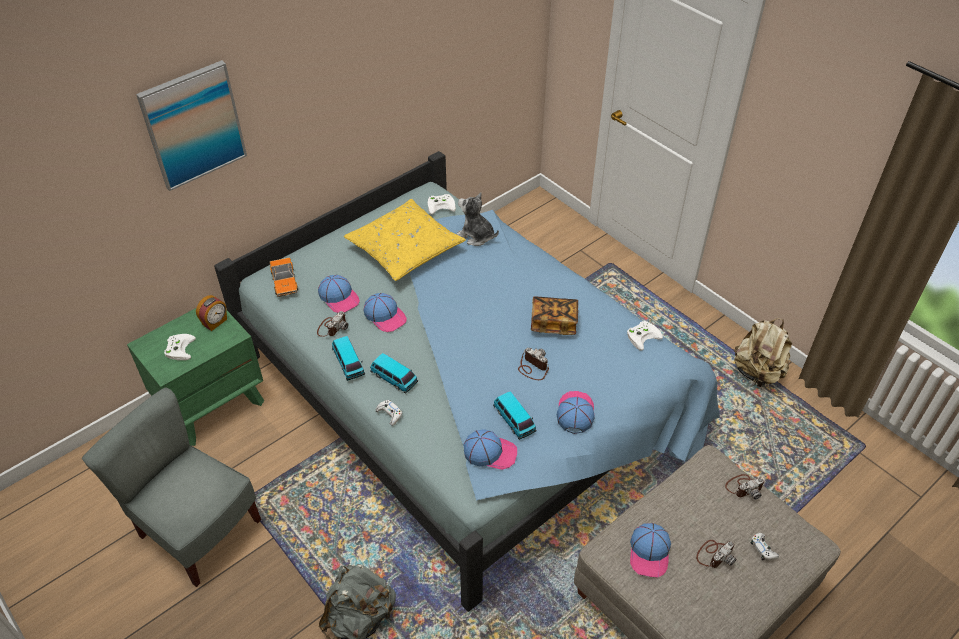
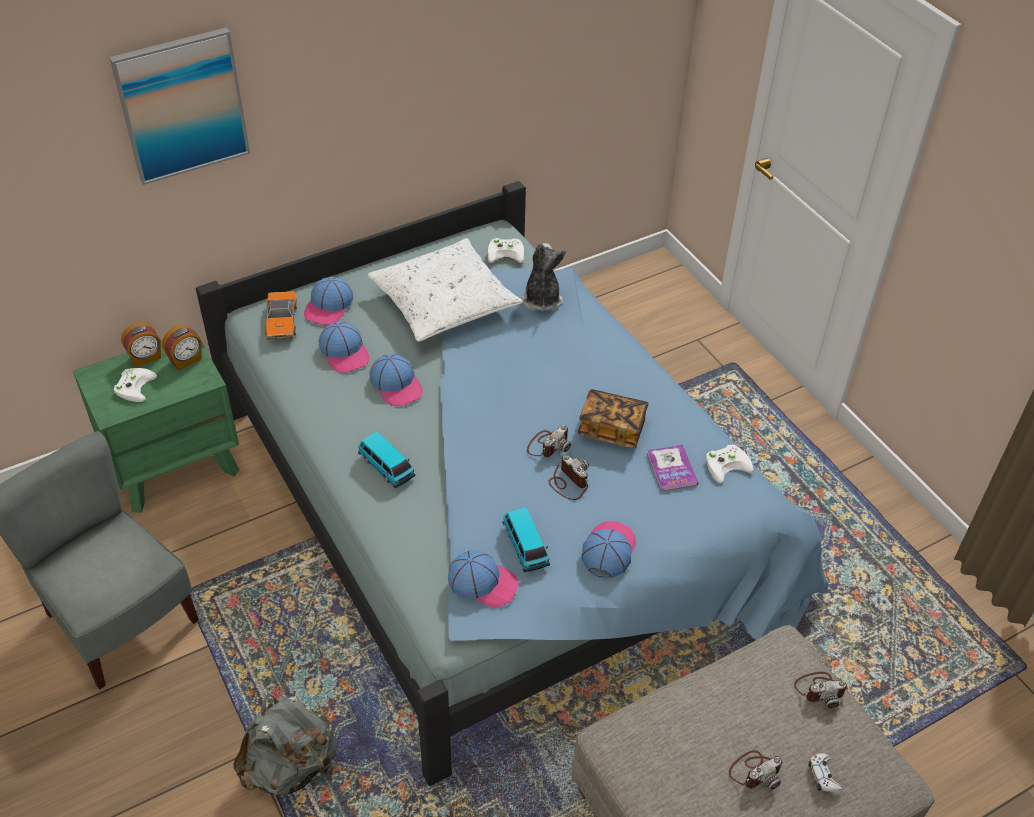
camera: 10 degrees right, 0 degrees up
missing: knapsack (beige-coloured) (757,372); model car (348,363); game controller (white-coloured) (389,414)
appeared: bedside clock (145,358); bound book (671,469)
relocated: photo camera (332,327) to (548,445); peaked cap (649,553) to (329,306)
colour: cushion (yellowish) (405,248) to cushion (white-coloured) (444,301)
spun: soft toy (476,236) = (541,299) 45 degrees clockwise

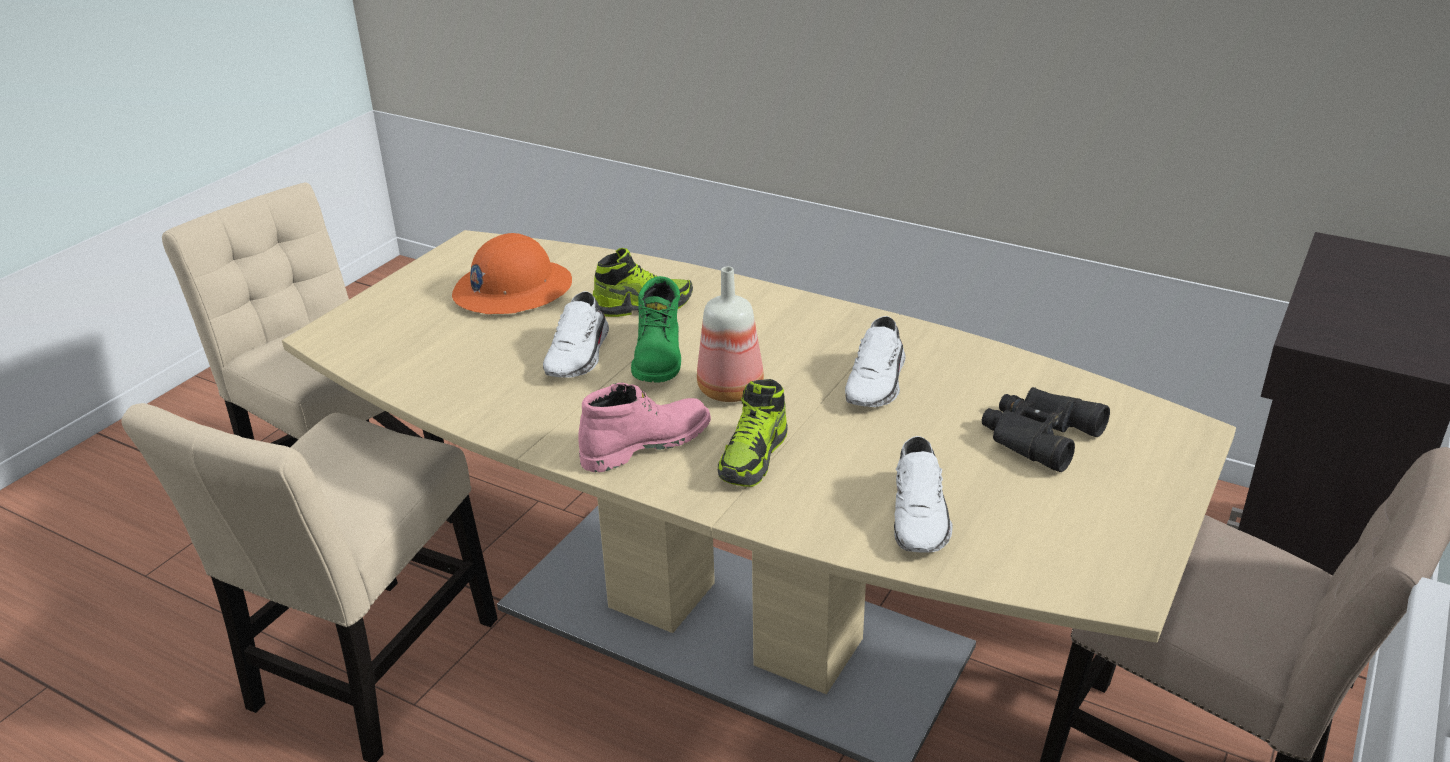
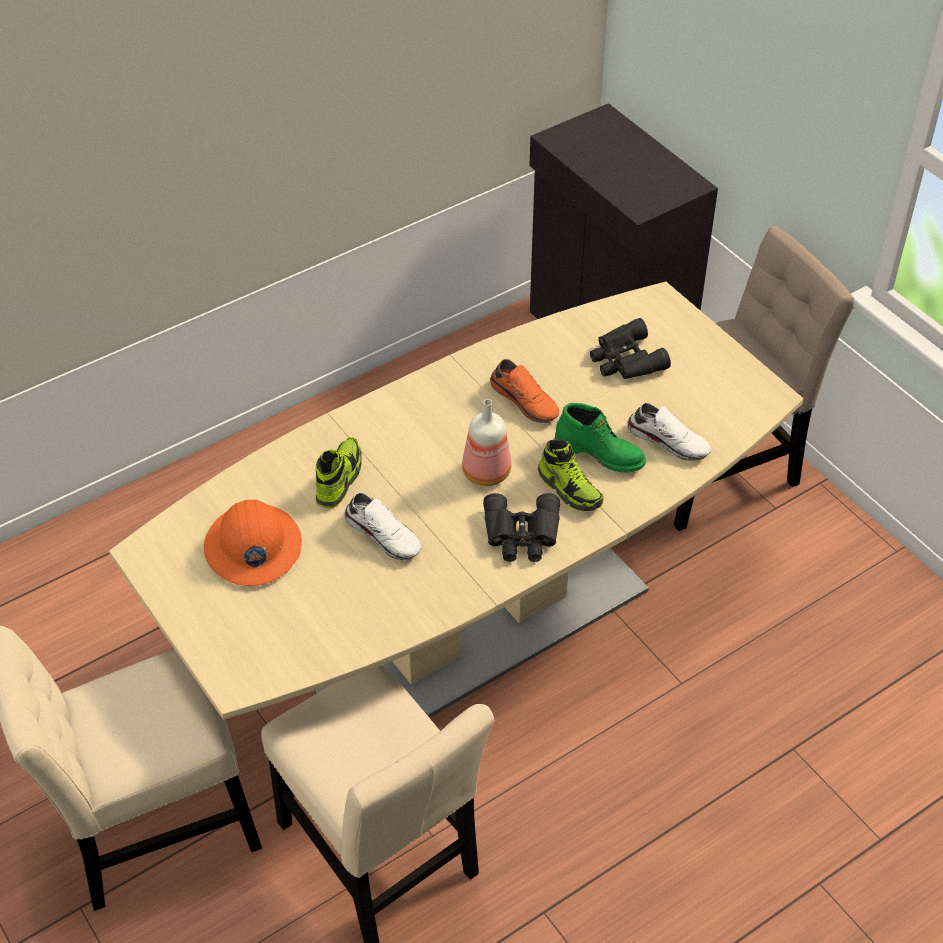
camera: 65 degrees left, 15 degrees up
relocated: tall boot (green-coloured) (660,357) to (600,453)
exchanged: tall boot (pink-coloured) (645,444) to pair of binoculars (blackish) (522,535)
colour: shoe (white-coloured) (878,382) to shoe (orangey) (526,400)

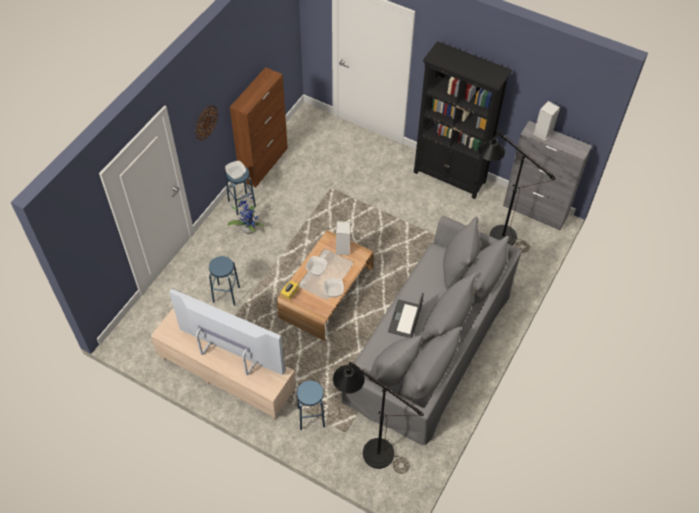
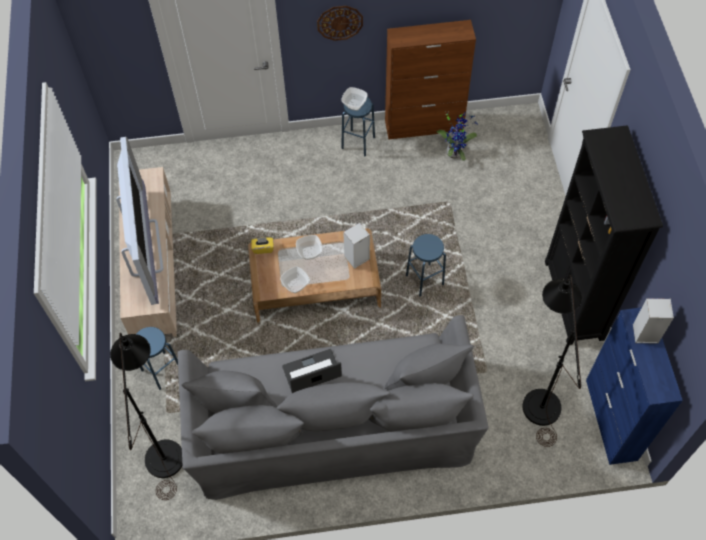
camera: 55 degrees right, 5 degrees up
relocated: potted plant (248,228) to (455,152); stool seat (blue) (226,294) to (424,280)
colour: cupboard (gray) (535,211) to cupboard (blue) (611,420)

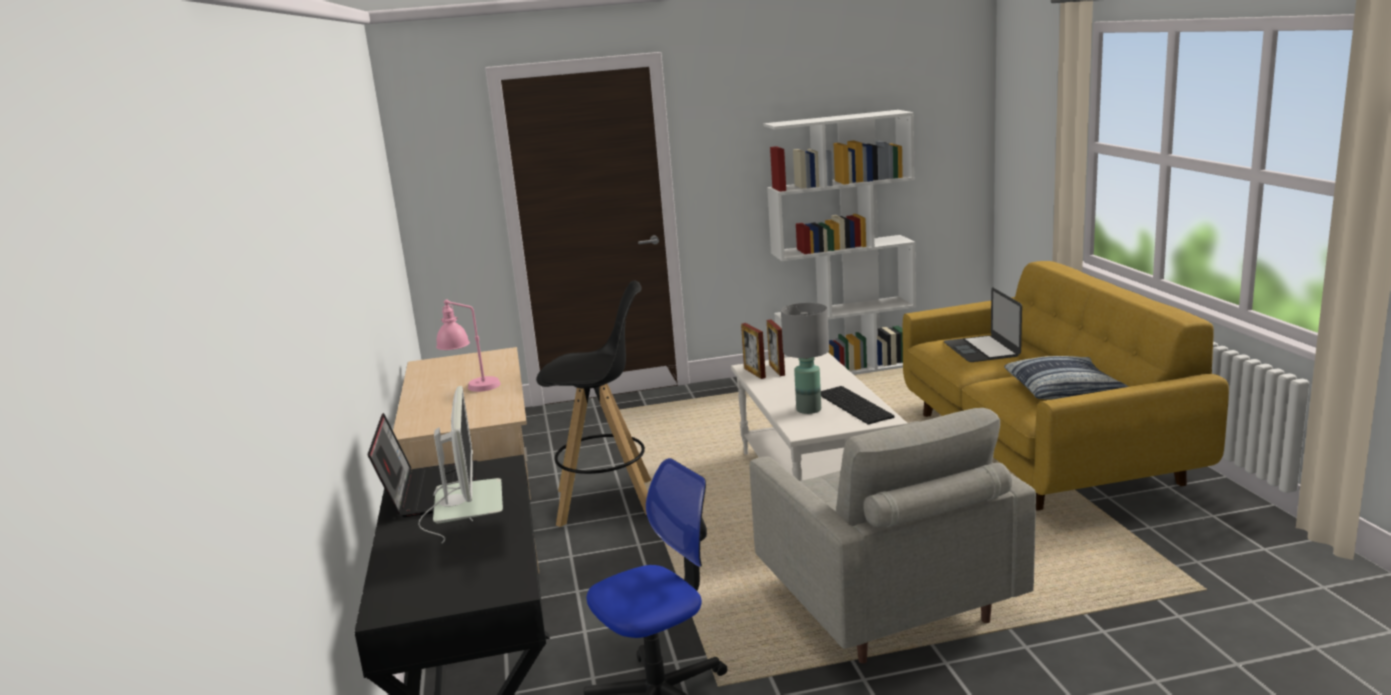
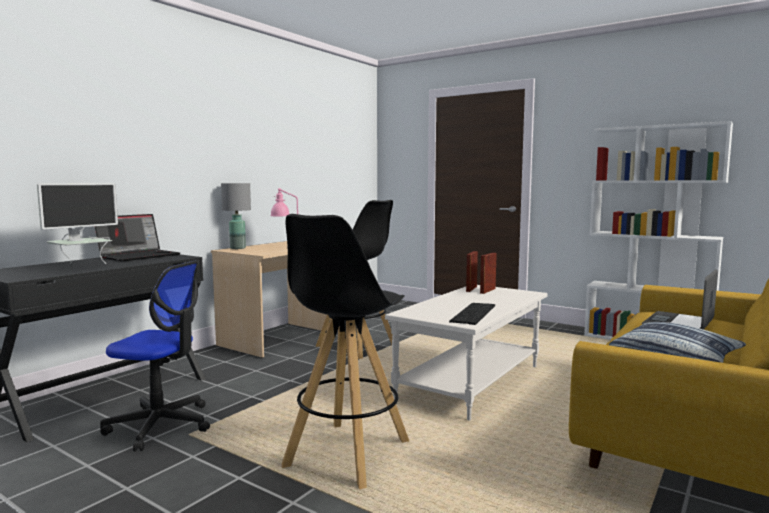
camera: 45 degrees right, 10 degrees down
relocated: lamp for a table (gray) (809,409) to (238,248)
exchanged: lounge chair (gray) (886,606) to stool seat (blackish) (346,454)

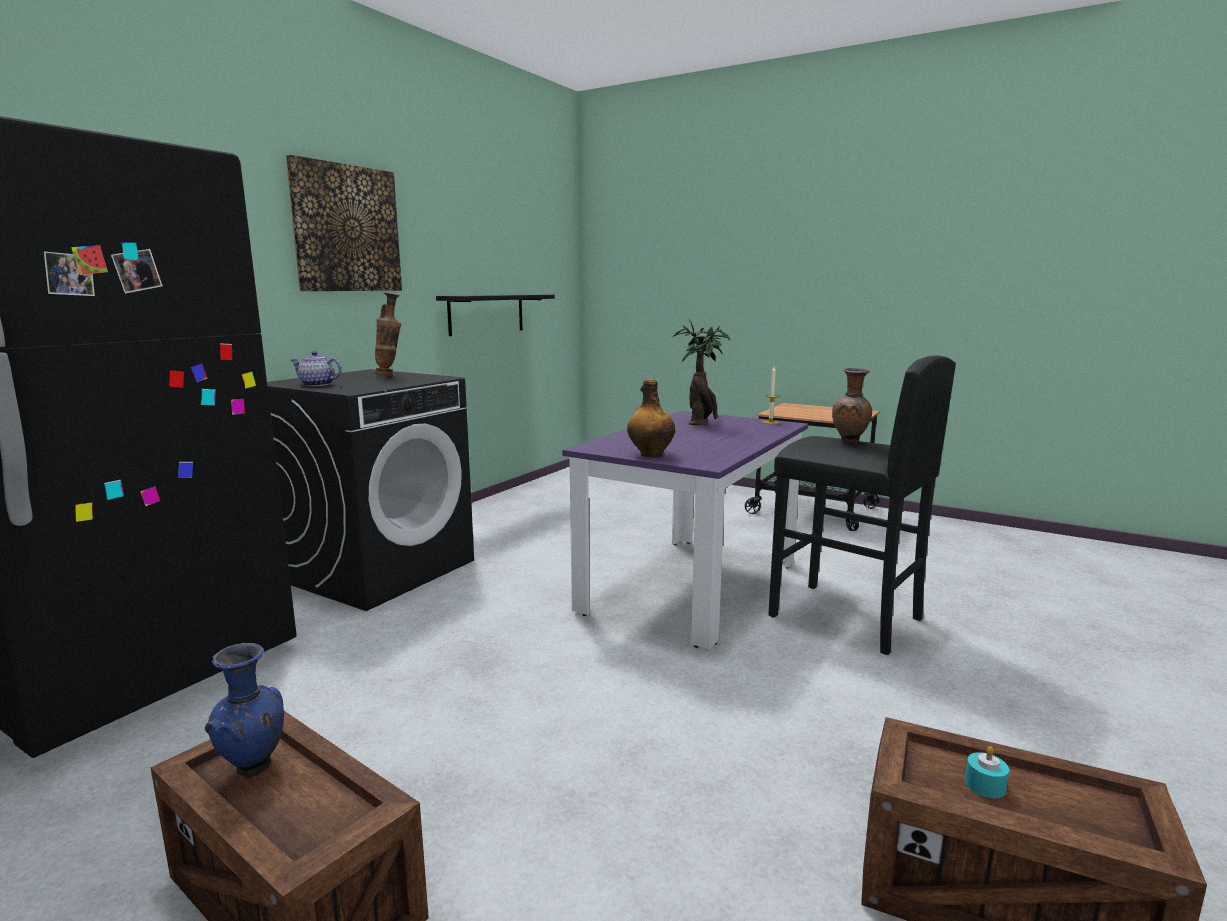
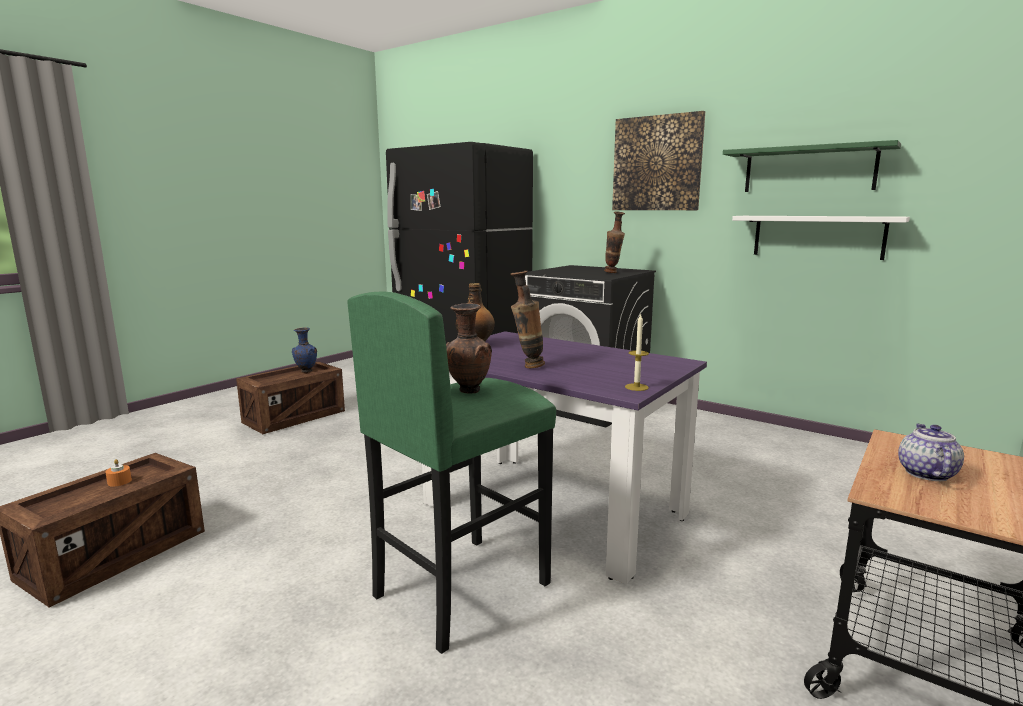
camera: 95 degrees right, 0 degrees up
missing: potted plant (701,423)
appeared: bracket shelf (green-coloured) (809,169); flower vase (527,366)
relocated: teapot (316,385) to (925,473)
colour: bracket shelf (blackish) (486,314) to bracket shelf (white-coloured) (817,236); stool seat (blackish) (845,618) to stool seat (green-coloured) (460,589); wax candle (turquoise-coloured) (985,785) to wax candle (orangey) (119,481)

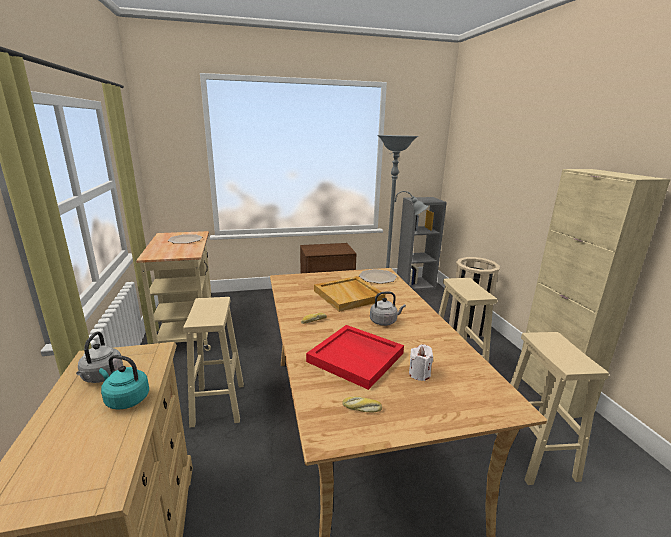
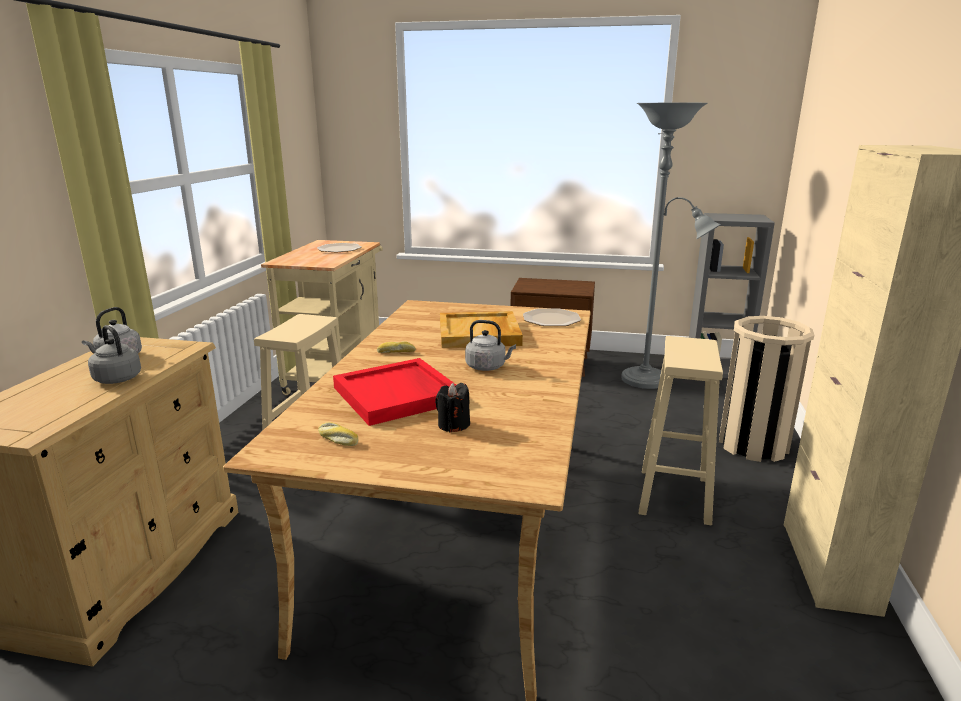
camera: 25 degrees right, 0 degrees up
missing: stool seat (beige-coloured) (535,455)
colour: wax candle (white-coloured) (419,374) to wax candle (blackish) (453,425); water kettle (turquoise-coloured) (126,399) to water kettle (gray) (117,378)

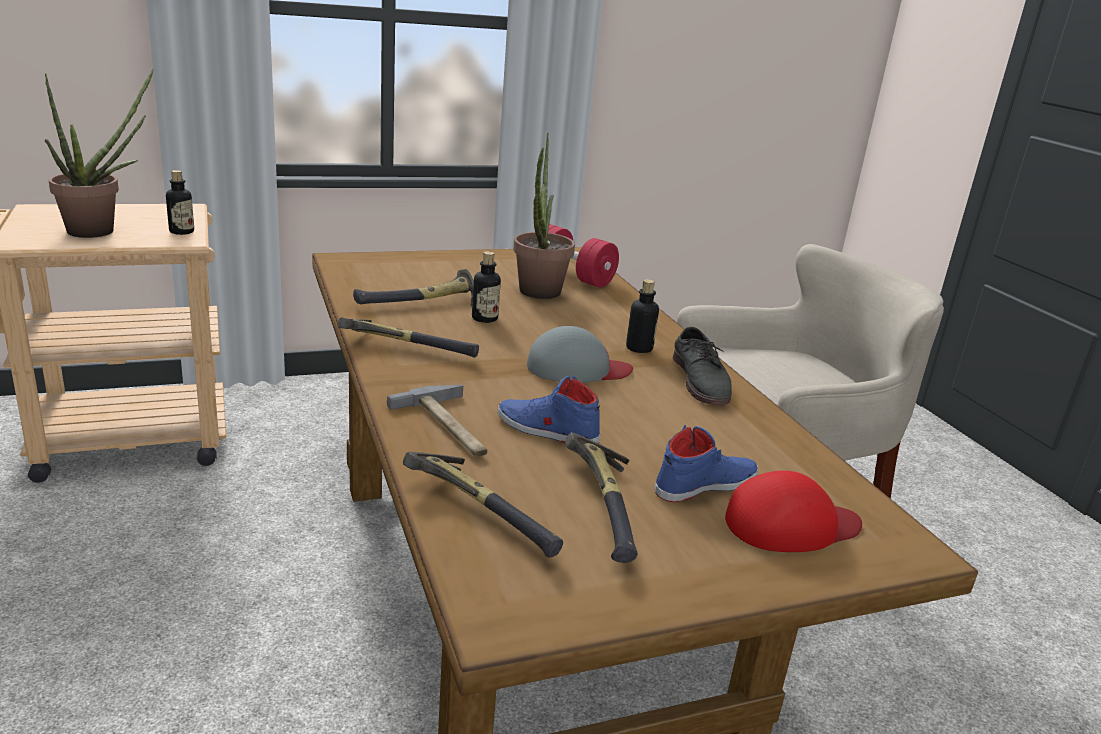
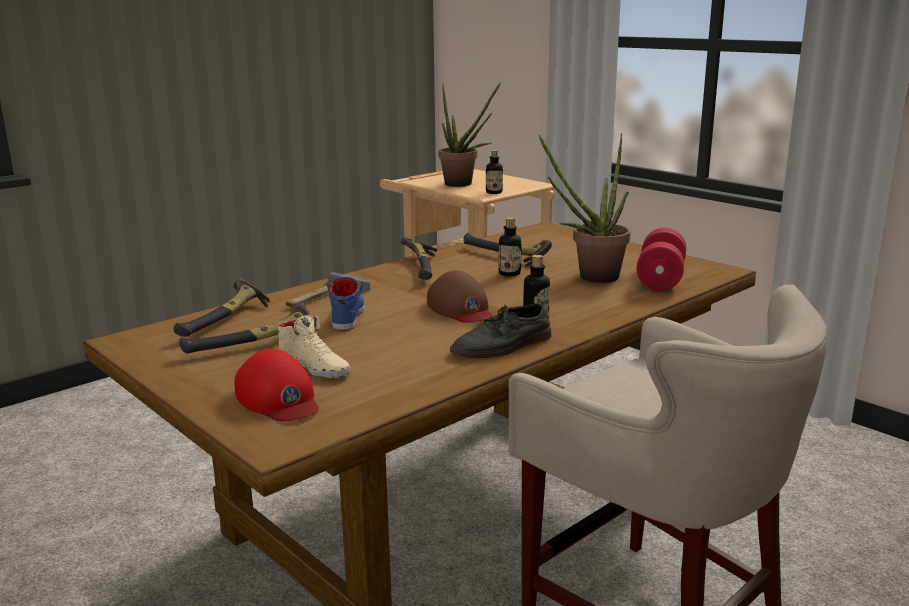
camera: 70 degrees right, 5 degrees down
colour: peaked cap (gray) (577,368) to peaked cap (brown-coloured) (461,309); shoe (blue) (705,484) to shoe (beige-coloured) (315,367)

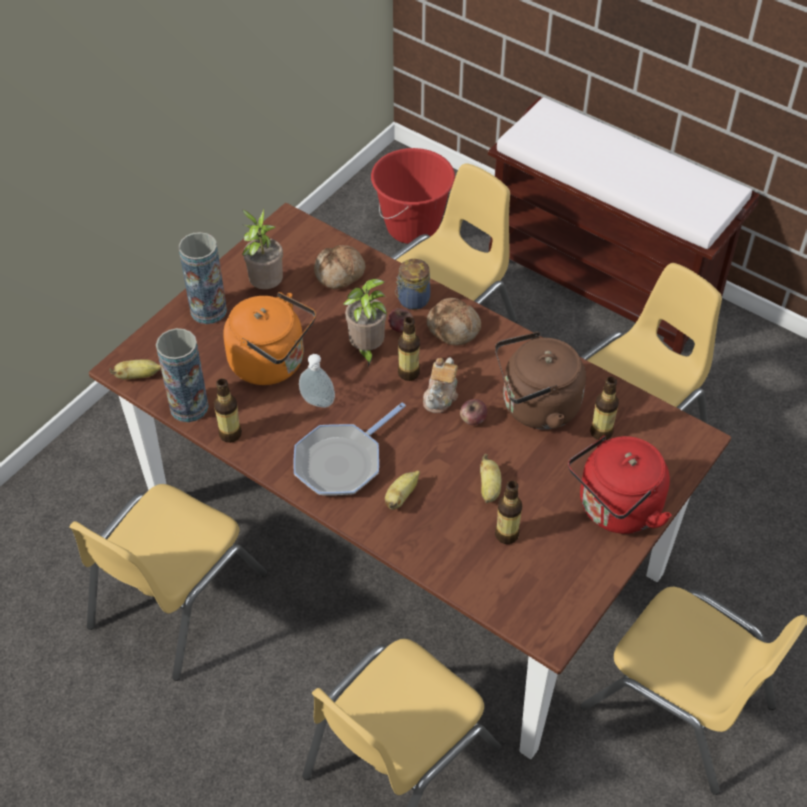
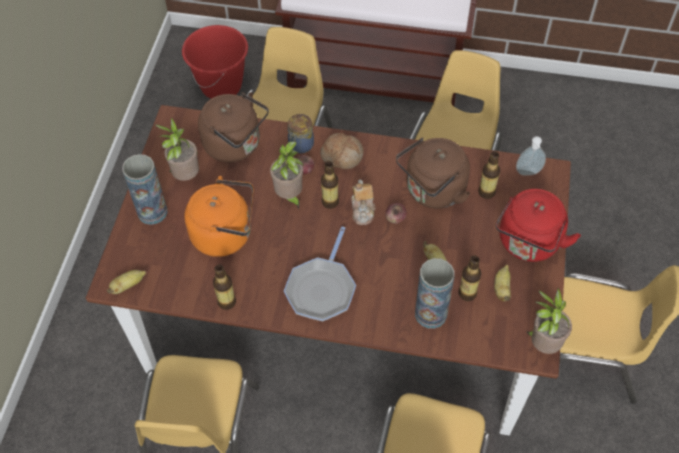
camera: 25 degrees left, 5 degrees up
appeared: potted plant (542,344)
relocated: flower vase (189,407) to (430,314); soap bottle (317,403) to (528,173); whole banana (401,496) to (502,288)
exchanged: bakery bread (340,274) to water kettle (brown-coloured) (236,145)

